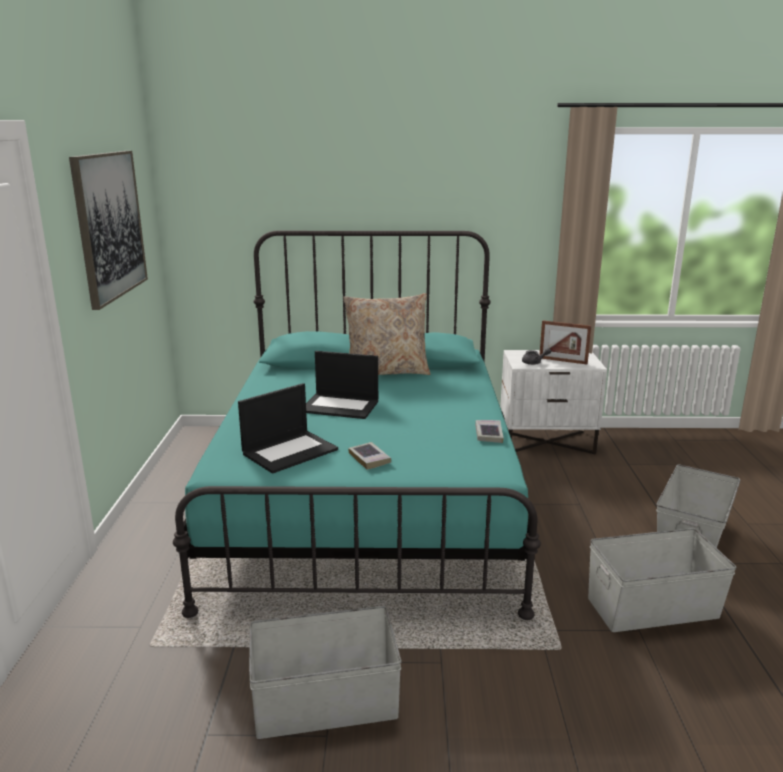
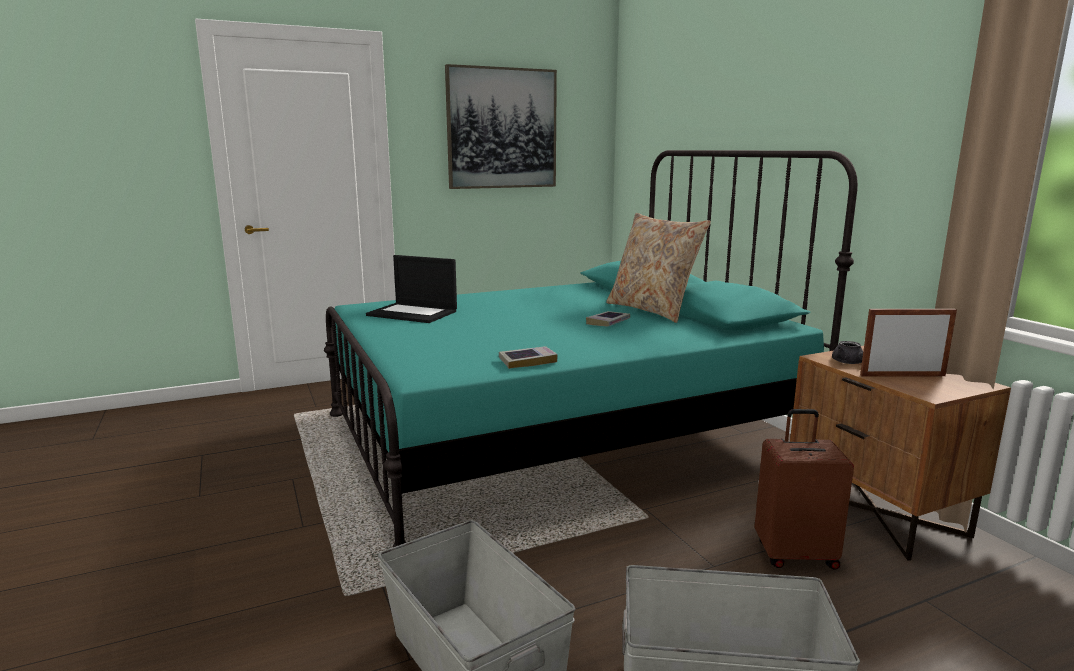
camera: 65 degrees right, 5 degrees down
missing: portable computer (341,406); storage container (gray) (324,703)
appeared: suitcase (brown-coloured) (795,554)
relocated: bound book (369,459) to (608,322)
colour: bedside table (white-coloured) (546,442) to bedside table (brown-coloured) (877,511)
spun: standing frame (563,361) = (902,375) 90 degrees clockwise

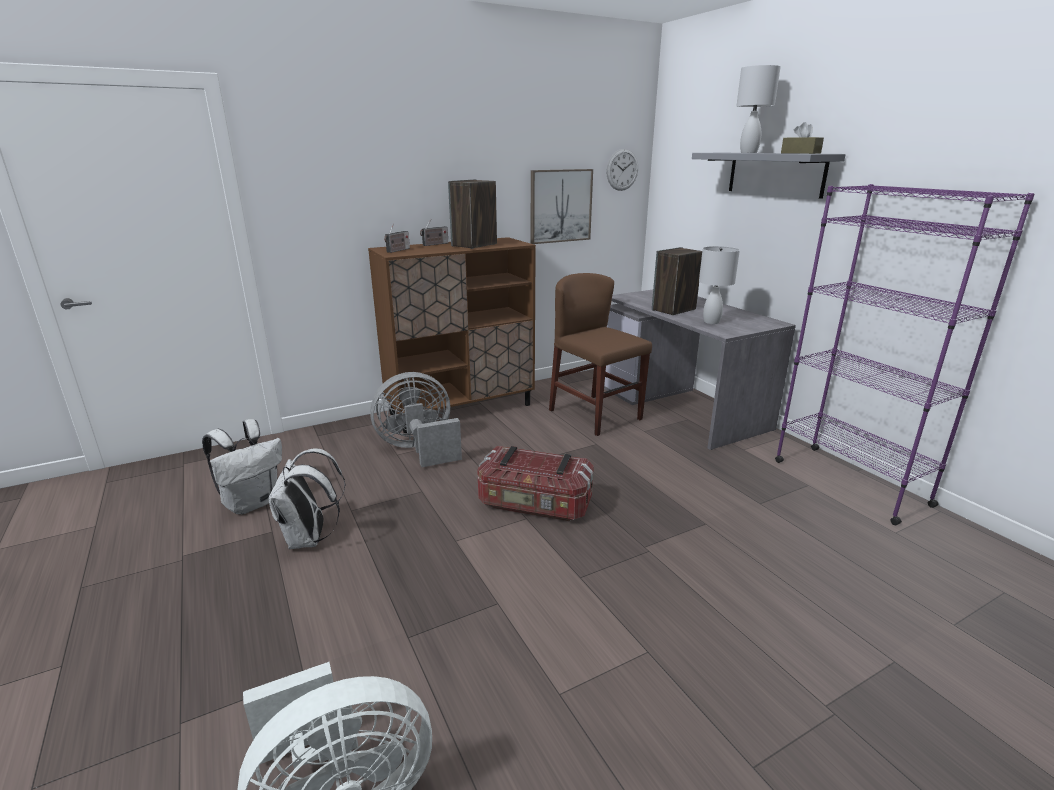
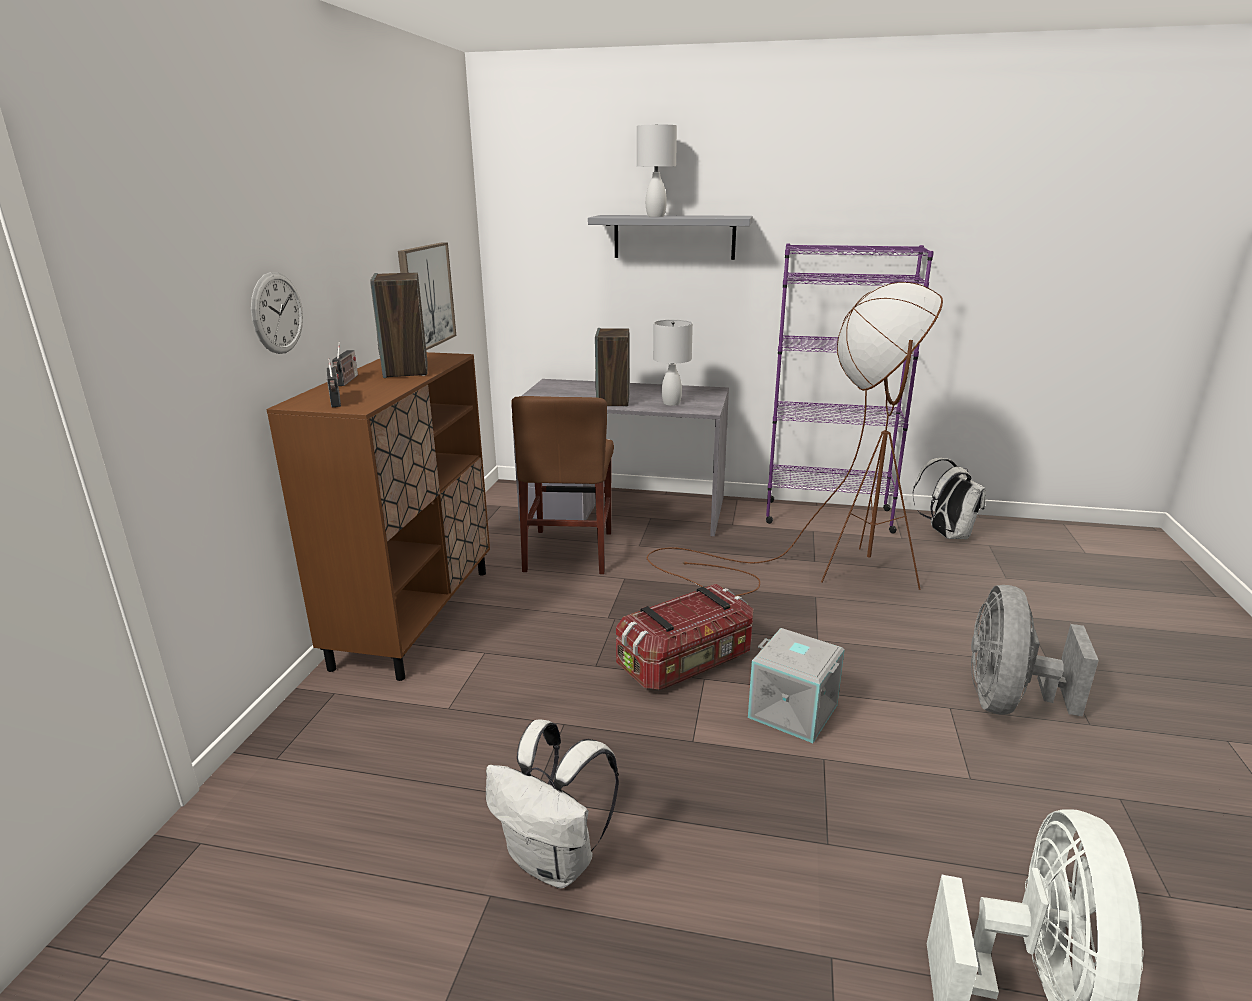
camera: 50 degrees left, 0 degrees up
missing: tissue box (brown-coloured) (800,153)
appeared: floor lamp (brown-coloured) (822,572); storage container (gray) (794,710)
relocated: clock on the wall (622,170) to (277,313); electric fan (gray) (419,449) to (1007,701); knapsack (white-coloured) (252,503) to (945,534)
spun: plain chair (brown-coloured) (595,414) = (569,551) 90 degrees counterclockwise

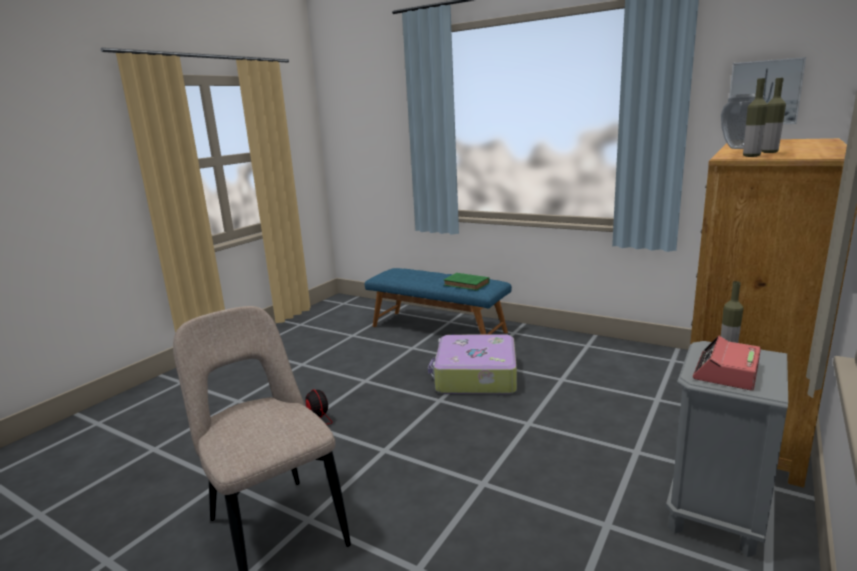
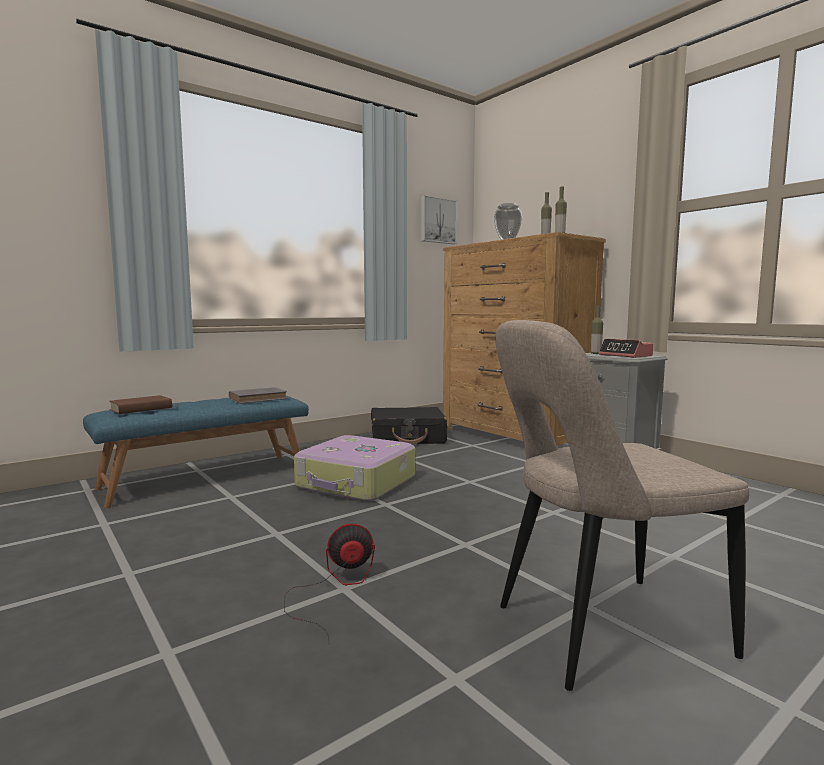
camera: 70 degrees left, 10 degrees down
appeared: bound book (brown-coloured) (141,408); suitcase (blackish) (408,438)
colour: bound book (green-coloured) (467,284) to bound book (gray) (259,399)

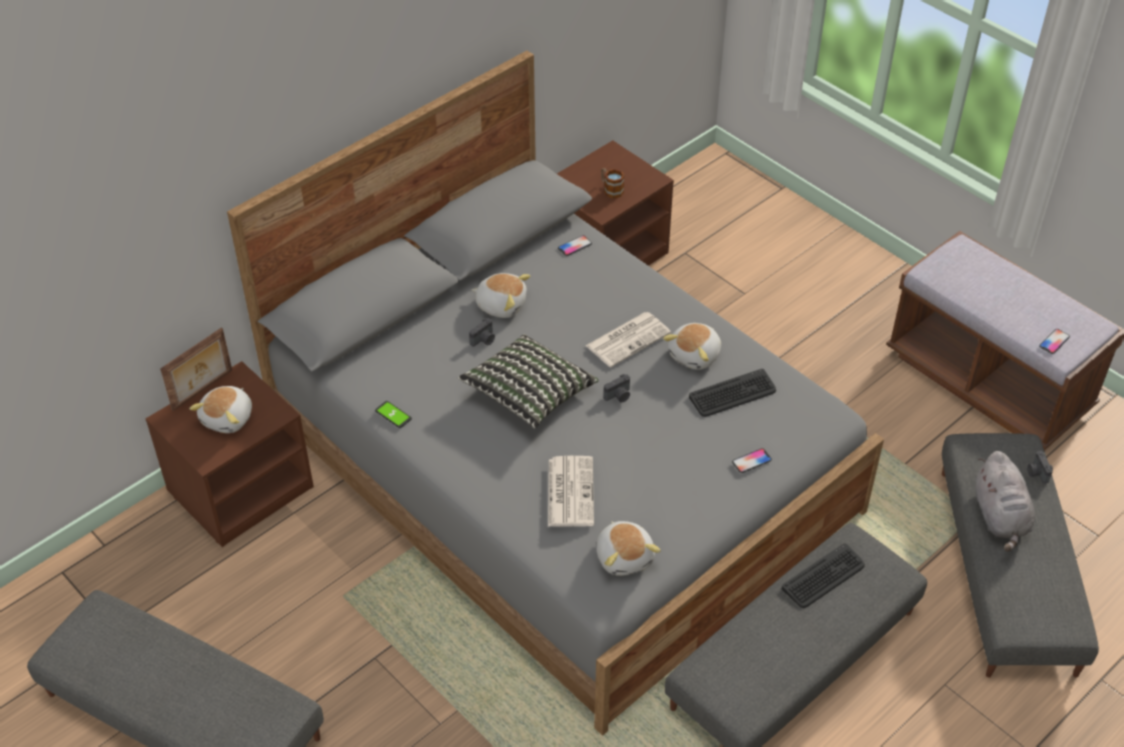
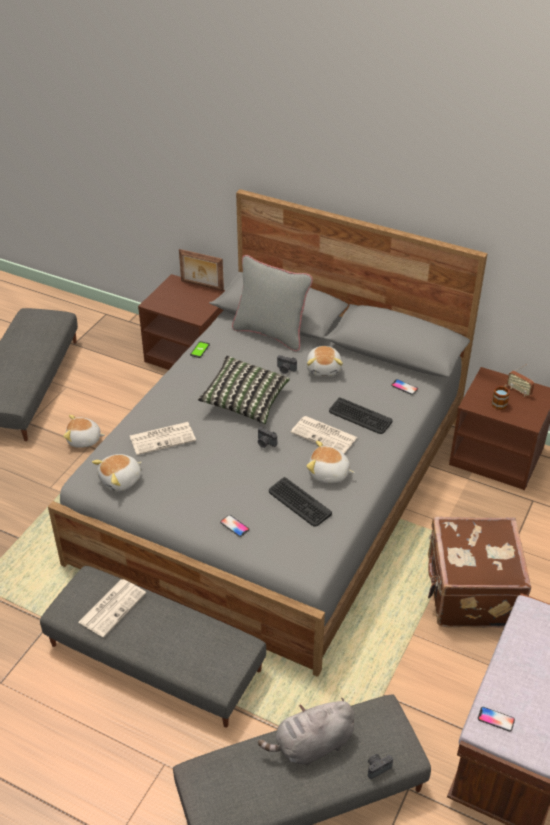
camera: 70 degrees right, 5 degrees down
appeared: cushion (gray) (271,333); radio (519,391); suitcase (brown-coloured) (470,593); daily paper (112,607)
relocated: soft toy (228,418) to (84,440); keyboard (823,577) to (360,417)

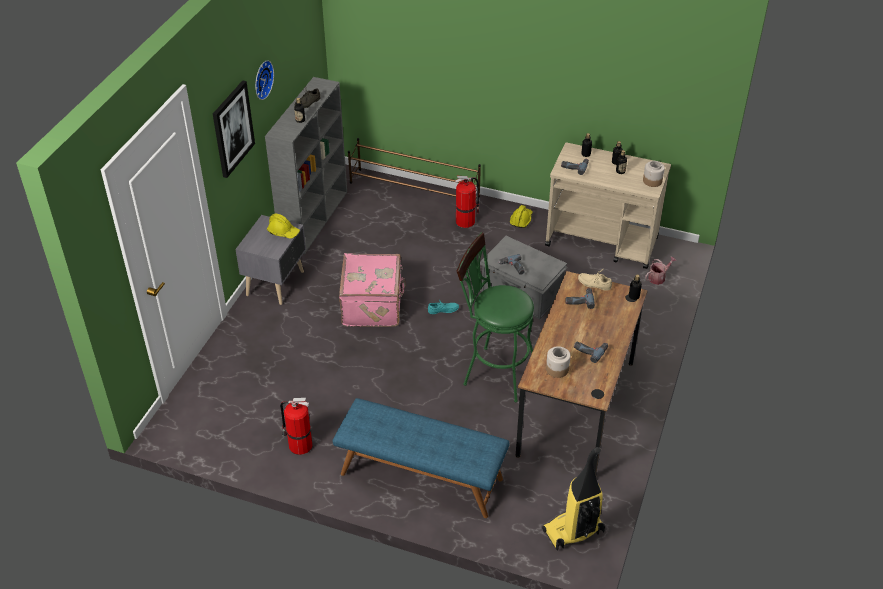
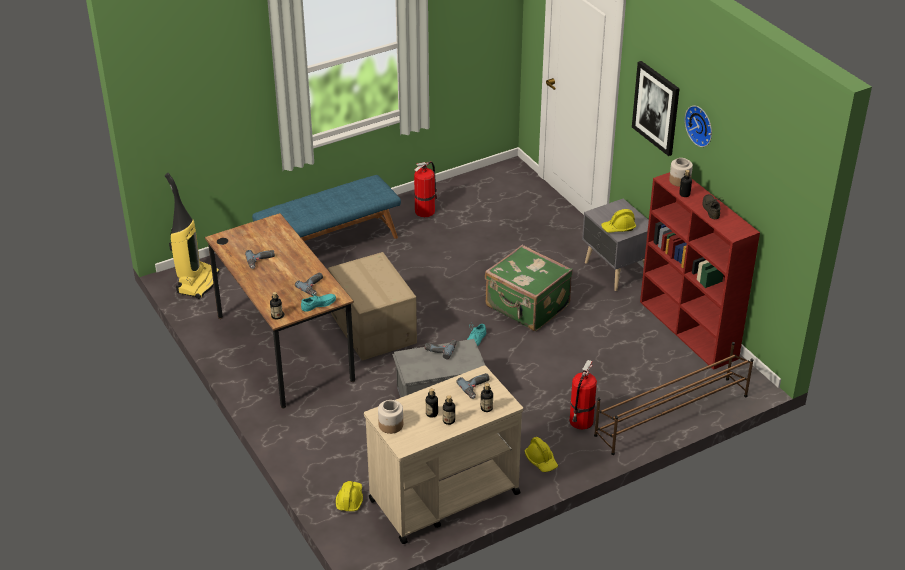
camera: 130 degrees right, 5 degrees down
relocated: preserve jar (557,369) to (679,180)
exchanged: stool seat (green-coloured) (494,372) to carton (374,328); watering pot (658,277) to work helmet (yellowish) (350,499)
colour: shelving unit (gray) (314,218) to shelving unit (reddish) (689,330); suitcase (pink-coloured) (373,305) to suitcase (green-coloured) (527,307); shoe (beige-coloured) (594,283) to shoe (turquoise-coloured) (319,306)

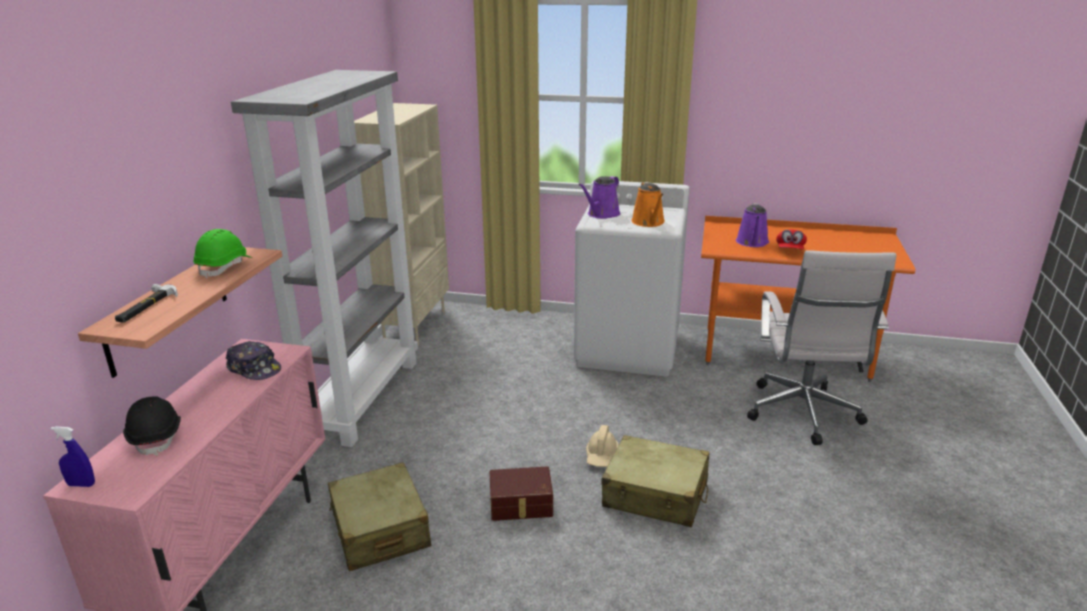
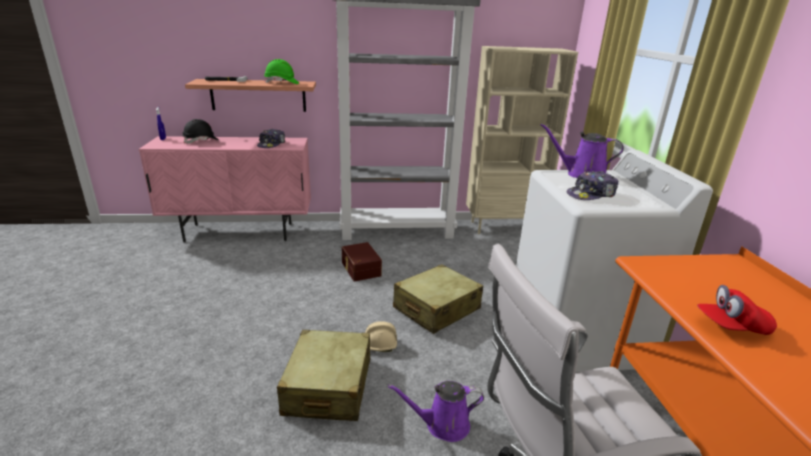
camera: 70 degrees right, 0 degrees up
relocated: watering pot (purple) (752,243) to (442,424); suitcase (beige-coloured) (380,530) to (436,309); storage container (brown-coloured) (521,505) to (360,269)
exchanged: watering pot (orangey) (649,222) to peaked cap (591,195)

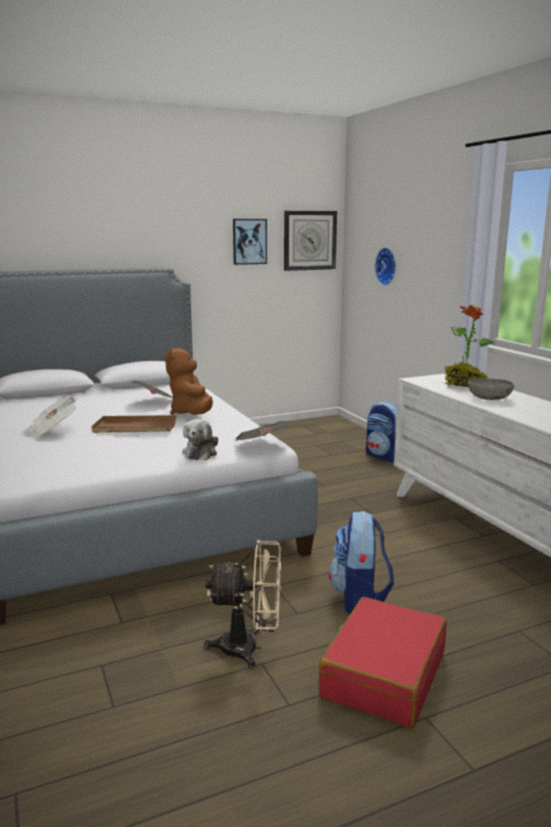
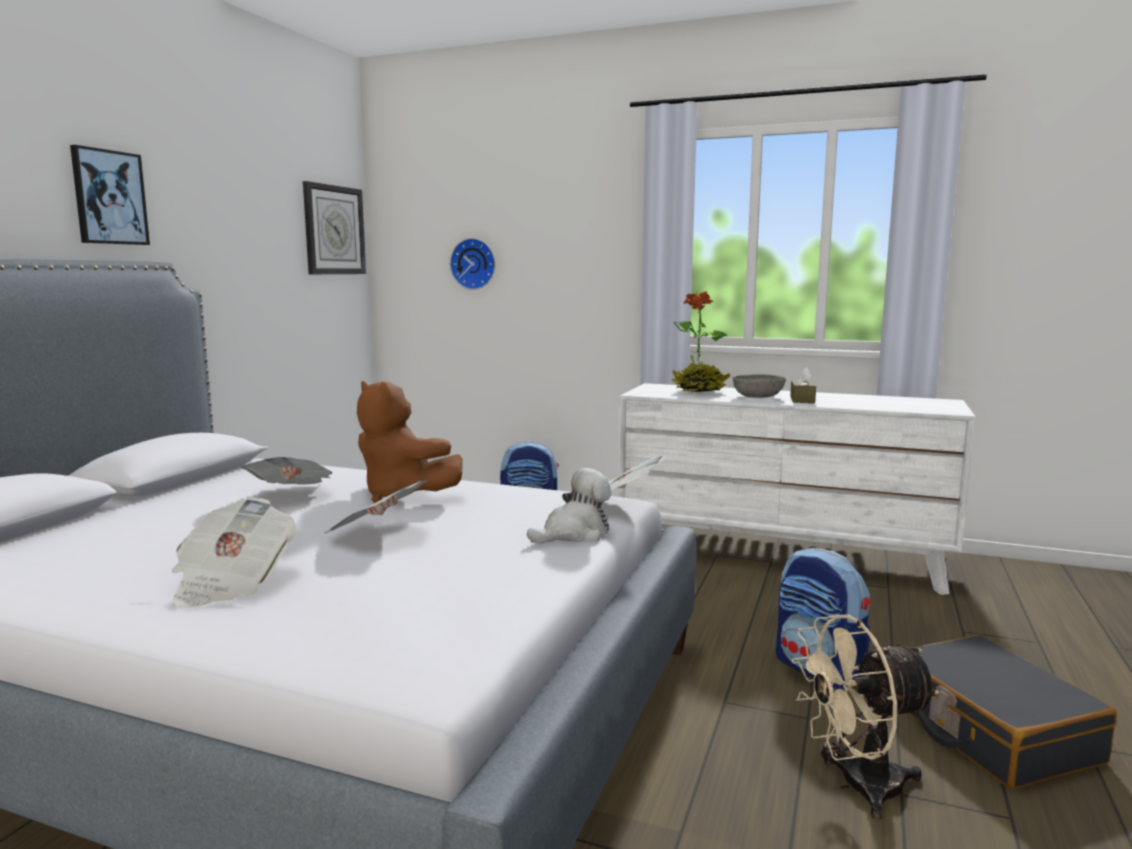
camera: 45 degrees left, 5 degrees down
appeared: tissue box (brown-coloured) (802,399)
relocated: picture (249,241) to (109,197)
exchanged: serving tray (brown-coloured) (134,427) to daily paper (376,533)
colour: suitcase (reddish) (383,675) to suitcase (blackish) (989,730)
spun: soft toy (201,453) = (574,534) 90 degrees counterclockwise; electric fan (beige-coloured) (249,648) = (857,786) 150 degrees counterclockwise

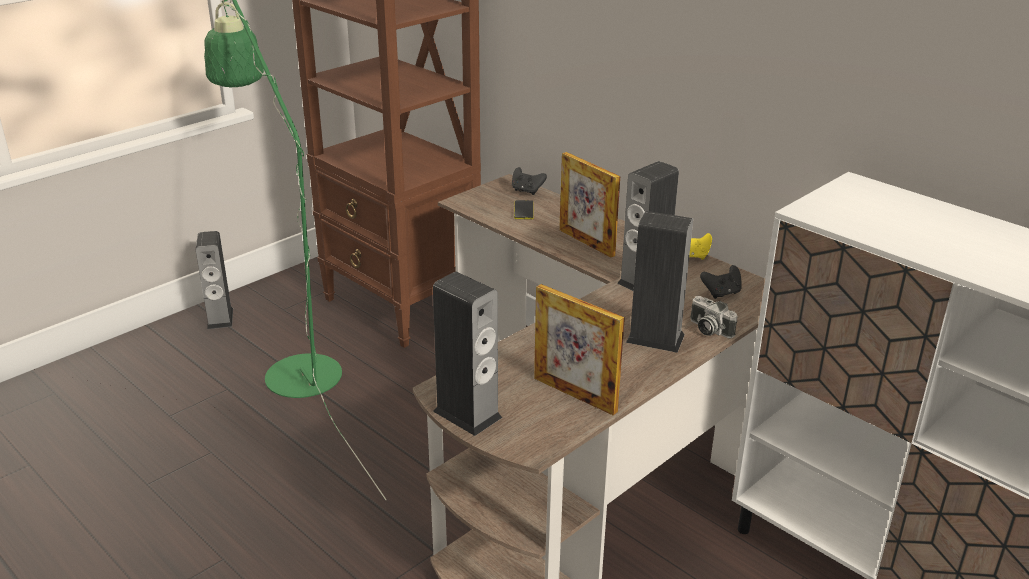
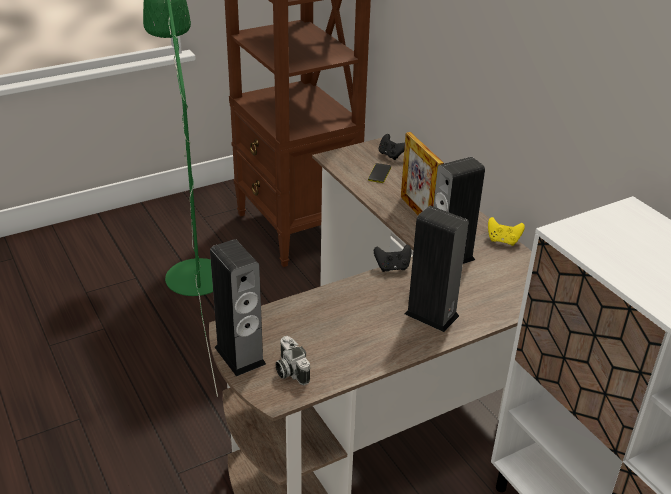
camera: 15 degrees right, 5 degrees up
missing: loudspeaker (220,318); standing frame (574,394)
relocated: game controller (blackish) (721,293) to (392,267); photo camera (708,329) to (289,370)

